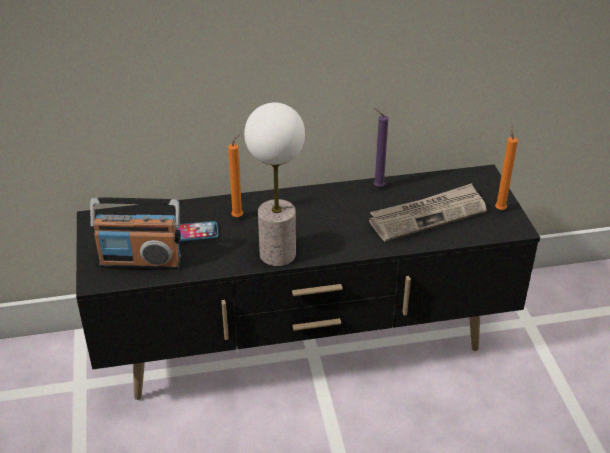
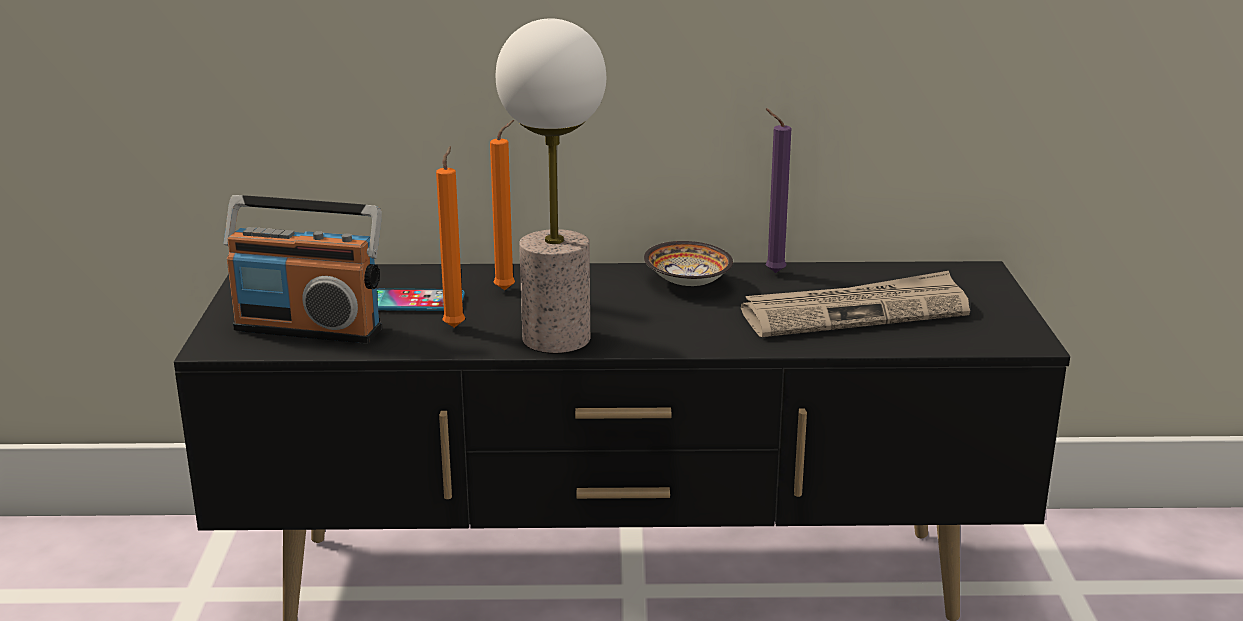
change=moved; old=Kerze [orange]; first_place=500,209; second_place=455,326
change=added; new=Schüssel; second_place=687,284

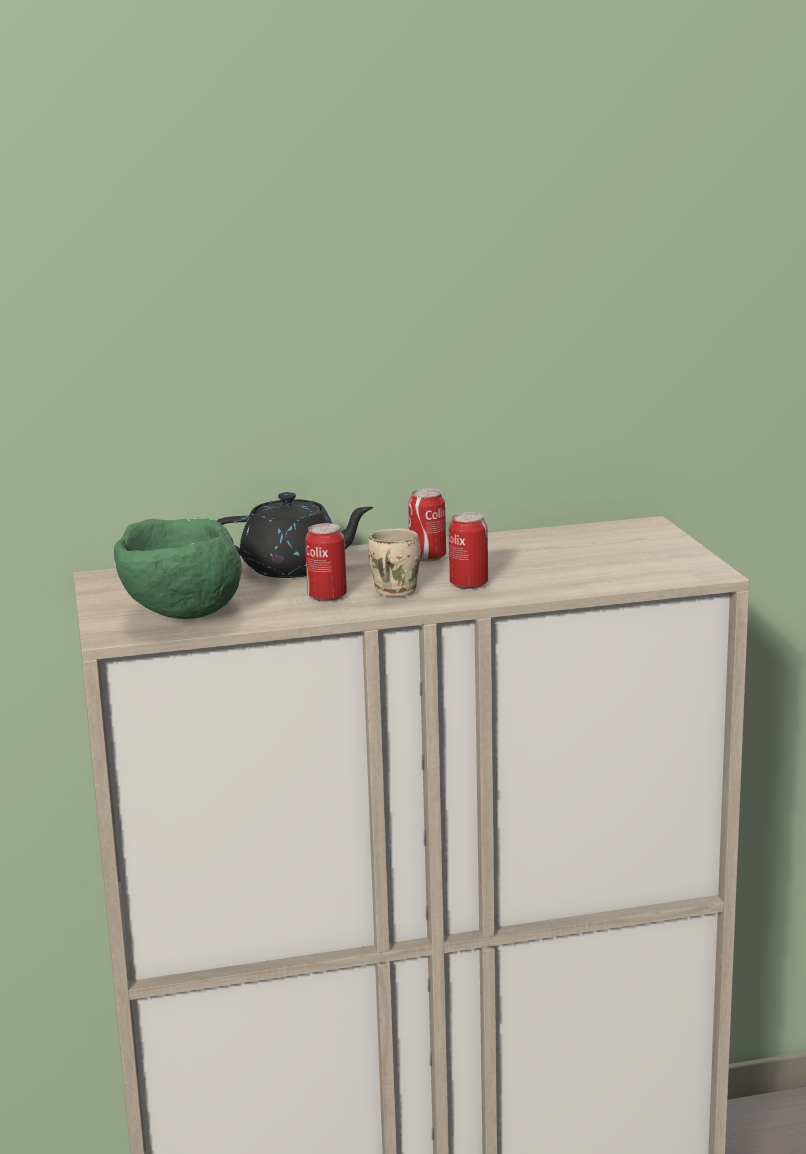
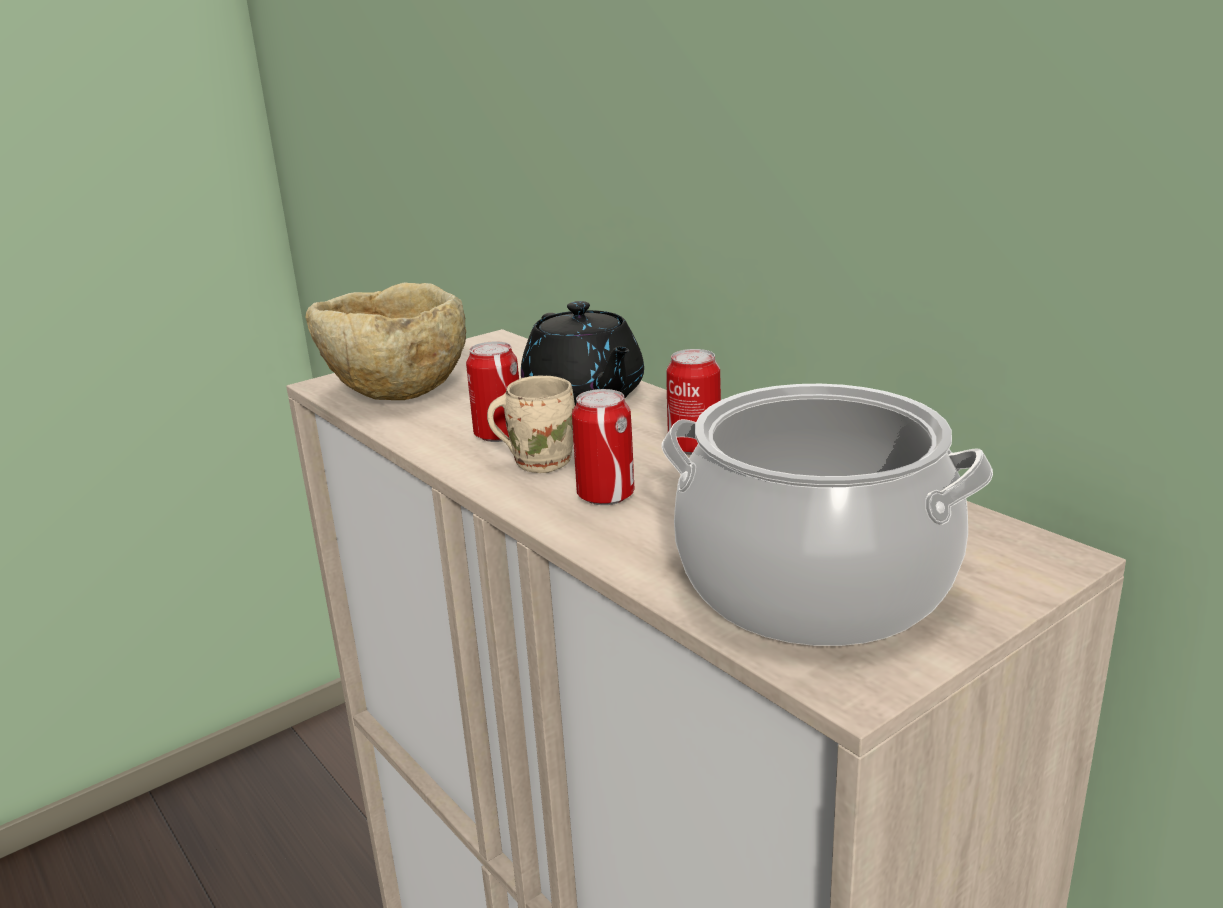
change=recoloured; old=Schüssel [grün]; new=Schüssel [beige]; first_place=182,616; second_place=396,393
change=added; new=Kochtopf; second_place=813,585

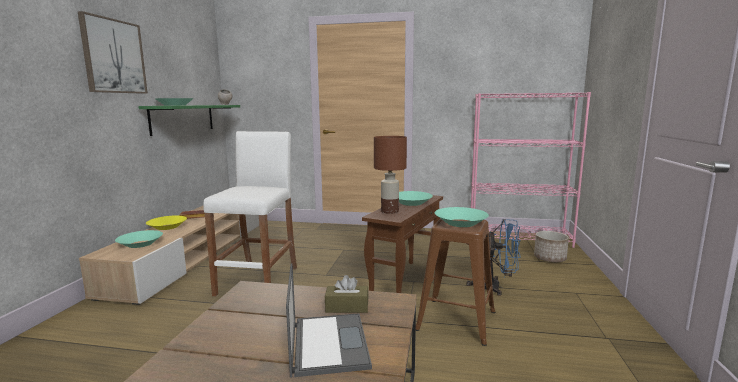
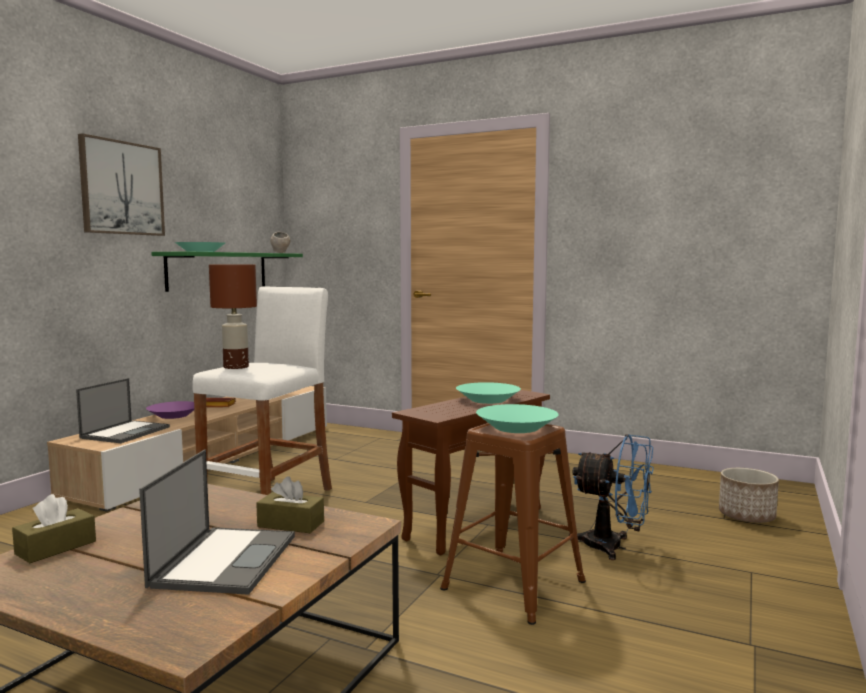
change=removed; old=Bücherregal [rosa]; first_place=519,238
change=moved; old=Tischlampe [braun]; first_place=389,211; second_place=235,367
change=recoloured; old=Schüssel [gelb]; new=Schüssel [lila]; first_place=167,227; second_place=173,415
change=replaced; old=Schüssel [türkis]; new=Laptop; first_place=140,244; second_place=126,432
change=added; new=Taschentuchbox [braun]; second_place=56,547

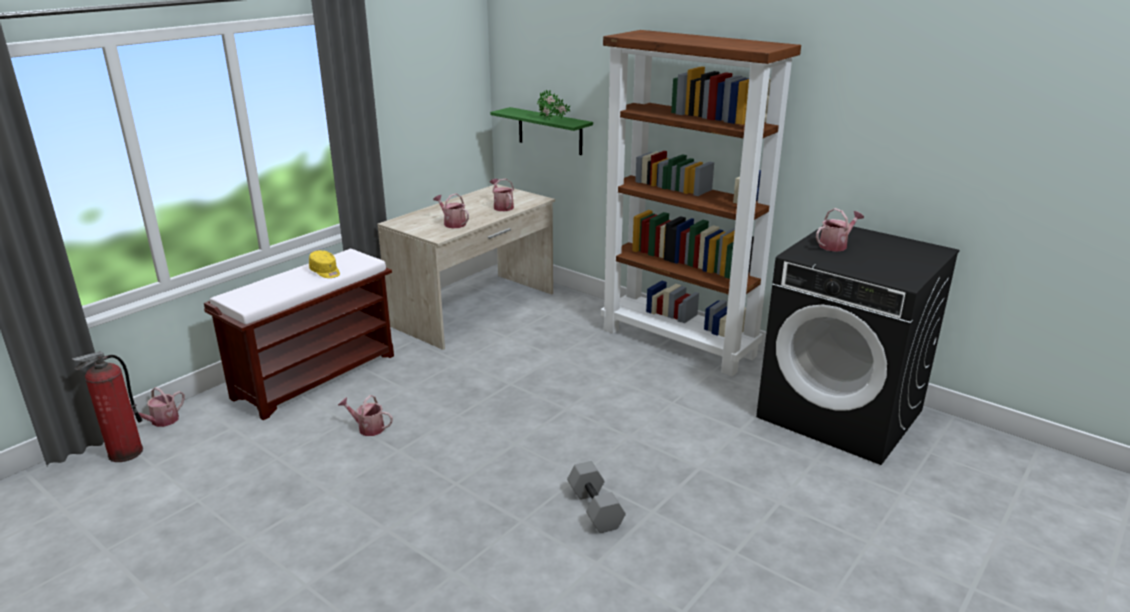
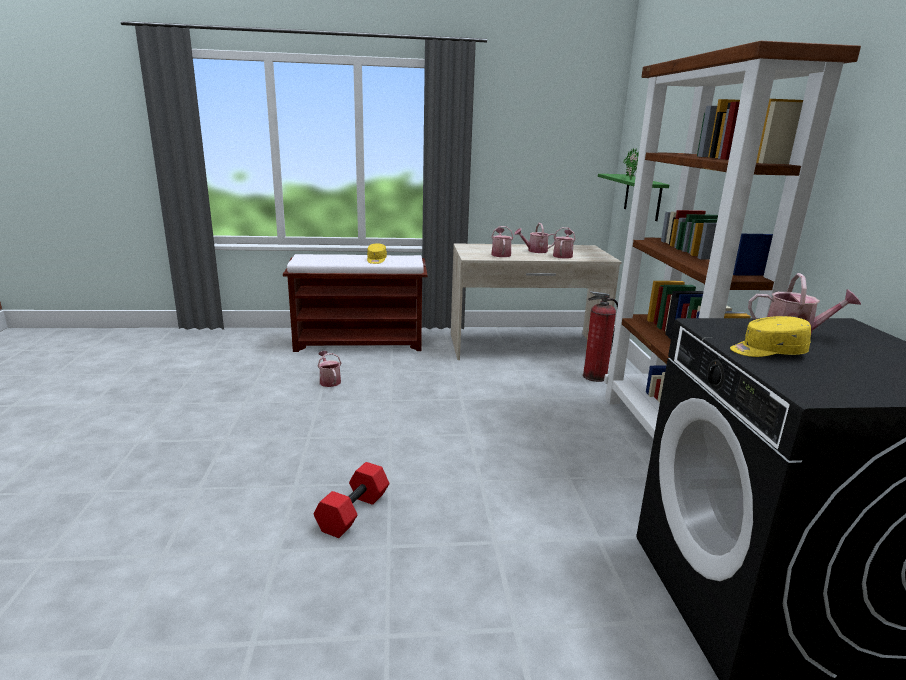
change=moved; old=Feuerlöscher; first_place=125,453; second_place=594,376
change=moved; old=Gießkanne; first_place=161,422; second_place=534,251
change=recoloured; old=Hantel [grau]; new=Hantel [rot]; first_place=596,509; second_place=354,513
change=added; new=Kappe [gelb]; second_place=767,352

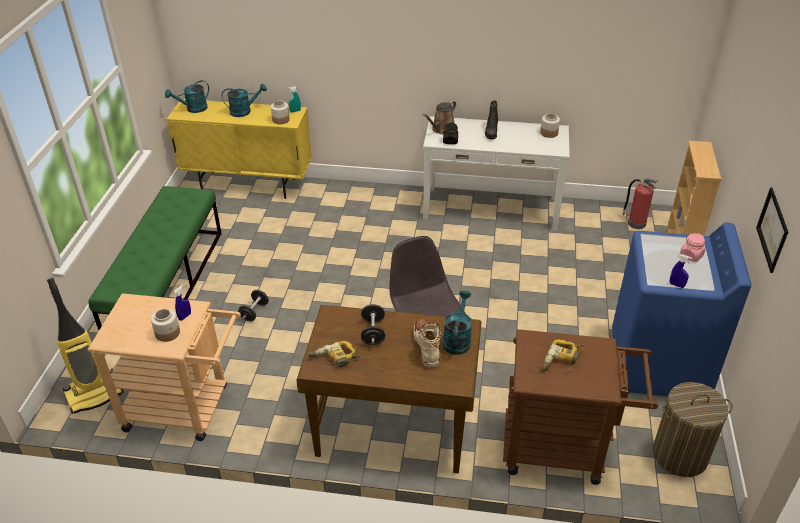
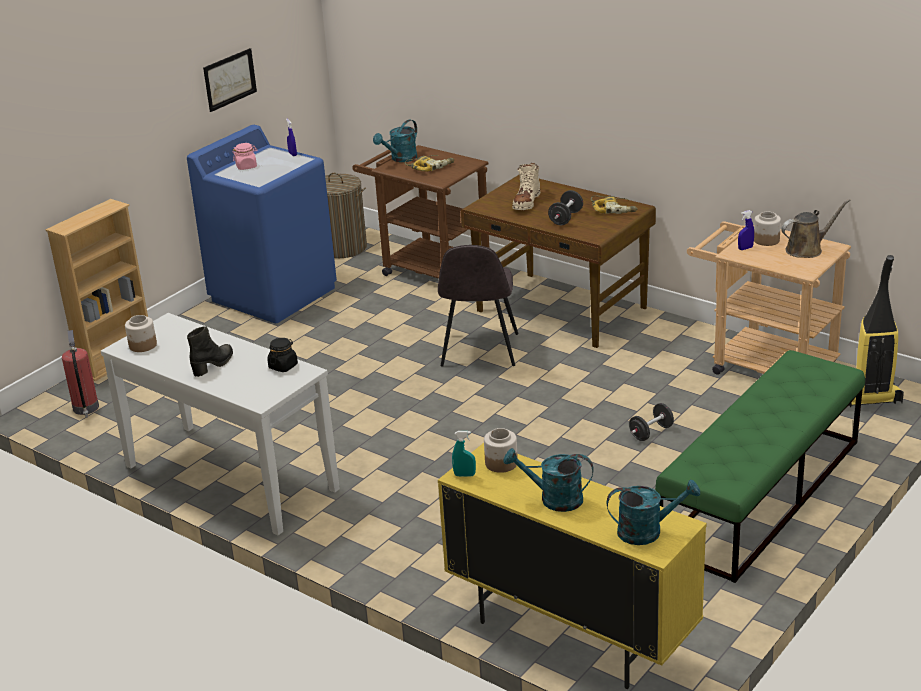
change=moved; old=Gießkanne [braun]; first_place=442,129; second_place=807,249
change=moved; old=Gießkanne [türkis]; first_place=457,339; second_place=400,159

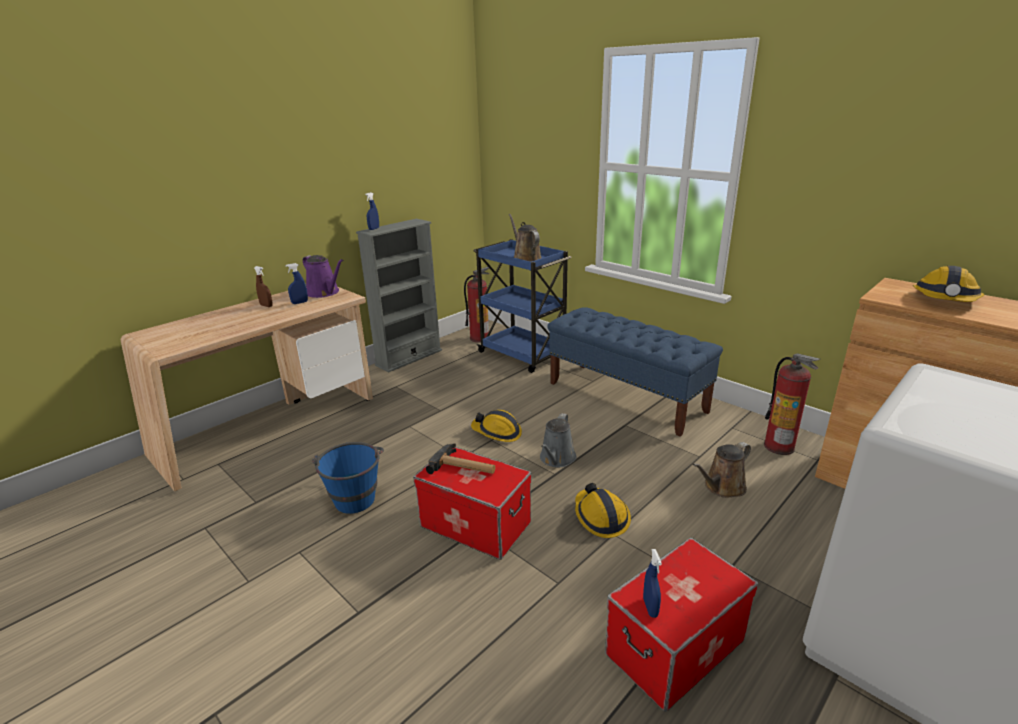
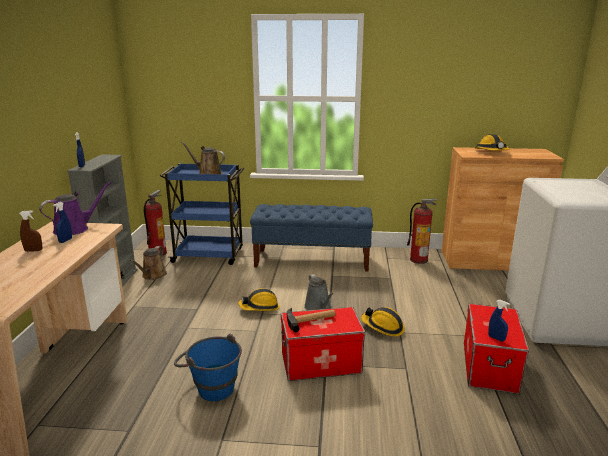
change=turned; old=Gießkanne [lila]; first_place=325,293; second_place=75,229; degrees=-45
change=moved; old=Gießkanne [braun]; first_place=722,487; second_place=153,275

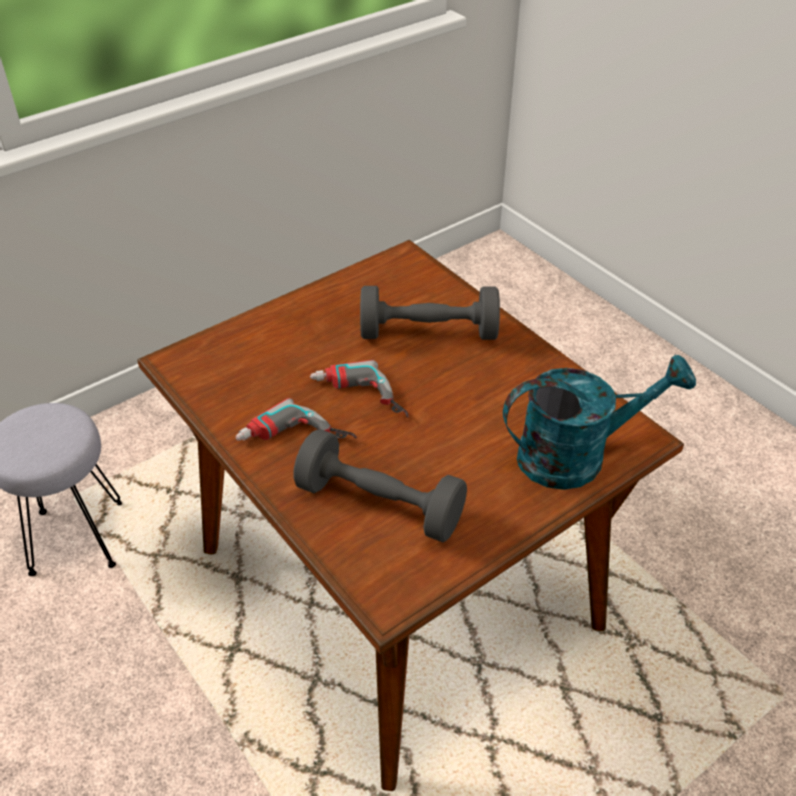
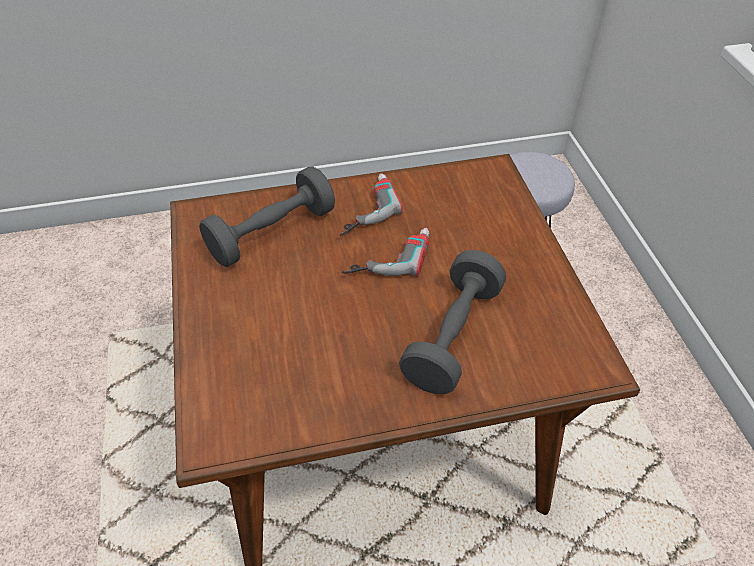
change=removed; old=Gießkanne [türkis]; first_place=576,455

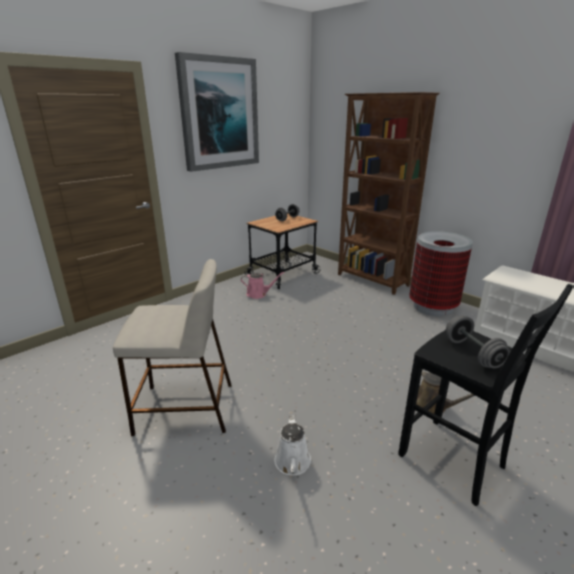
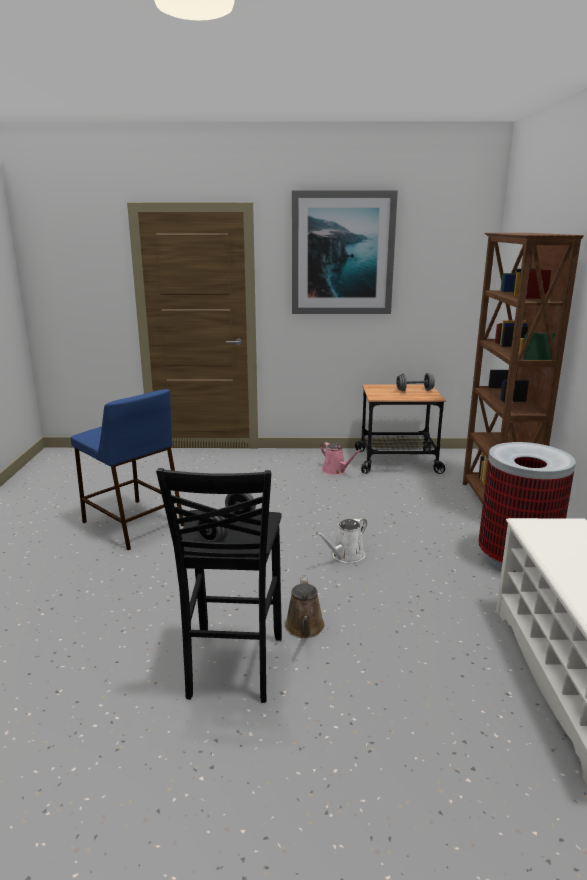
change=recoloured; old=Hocker [beige]; new=Hocker [blau]; first_place=183,408; second_place=132,523
change=moved; old=Gießkanne [weiß]; first_place=292,464; second_place=346,556

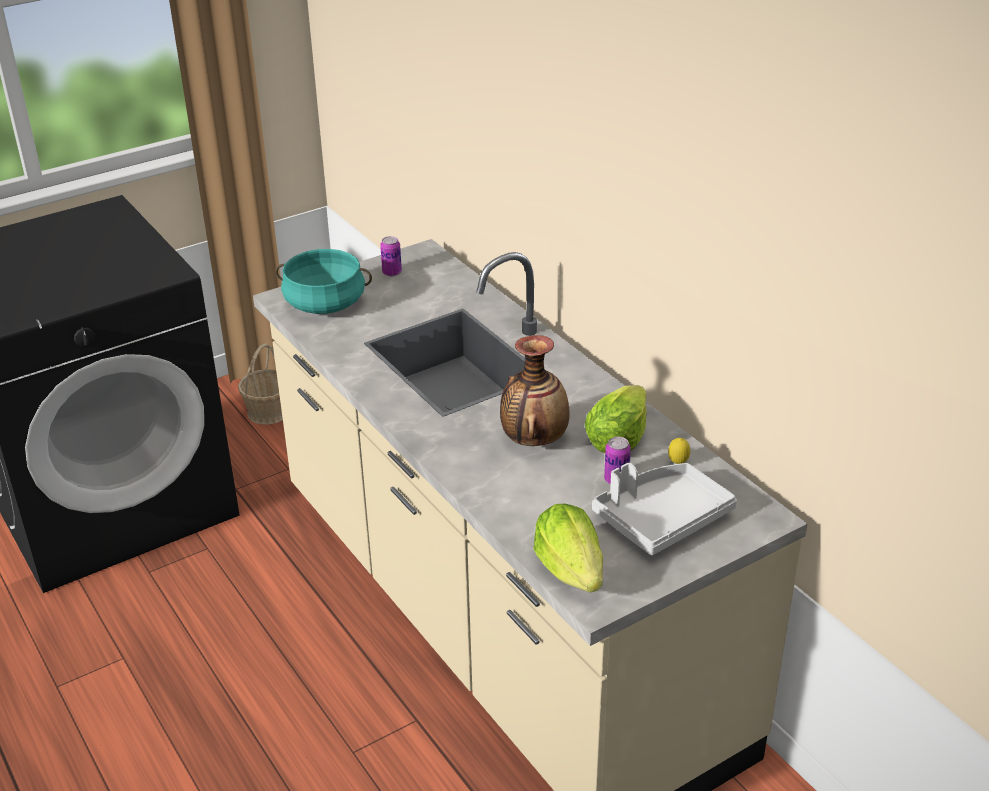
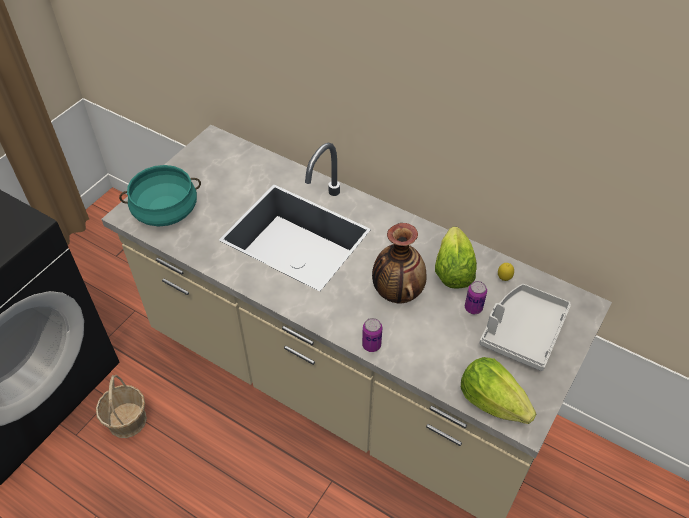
change=moved; old=Dose; first_place=392,272; second_place=371,345
change=moved; old=Korb; first_place=269,411; second_place=127,420

